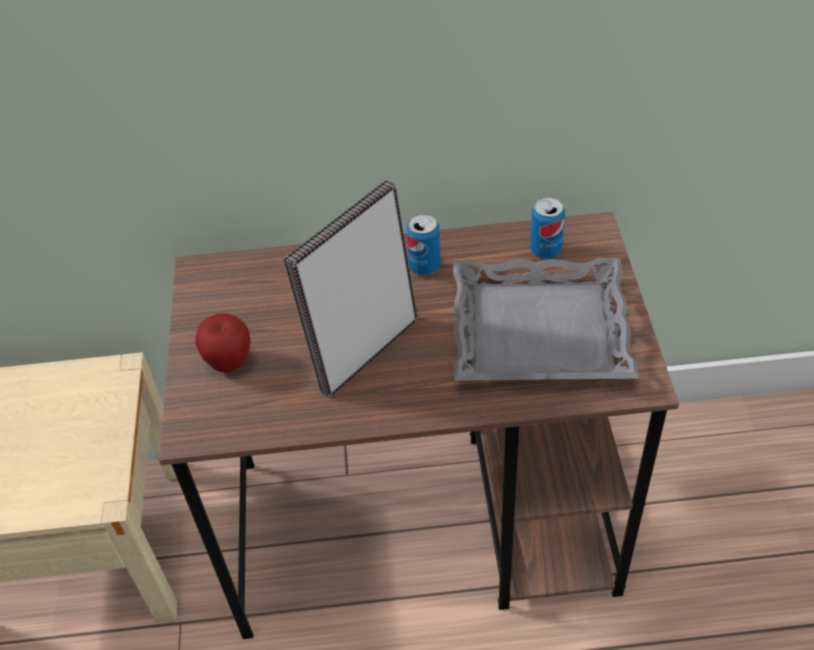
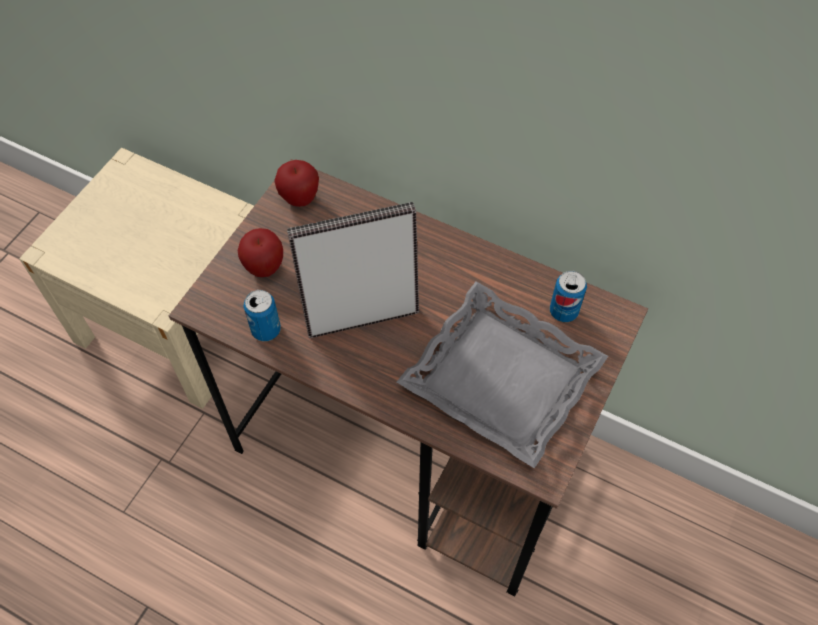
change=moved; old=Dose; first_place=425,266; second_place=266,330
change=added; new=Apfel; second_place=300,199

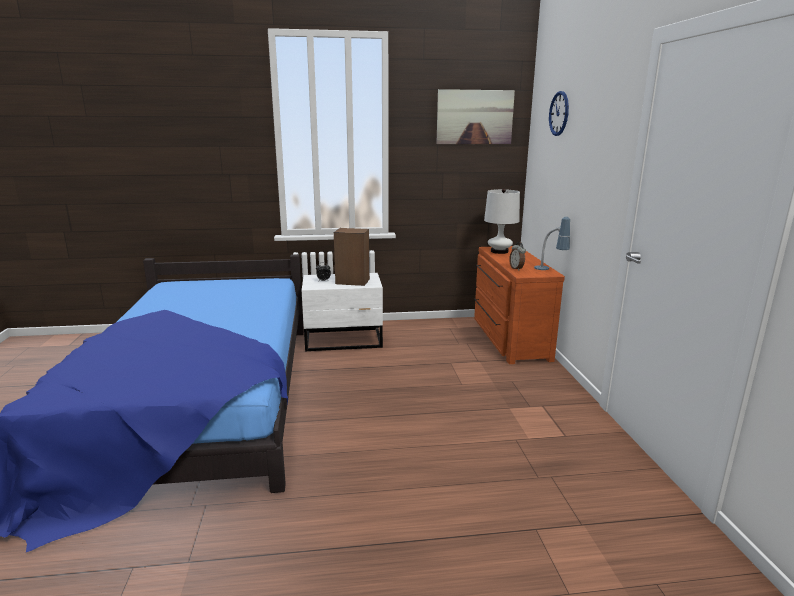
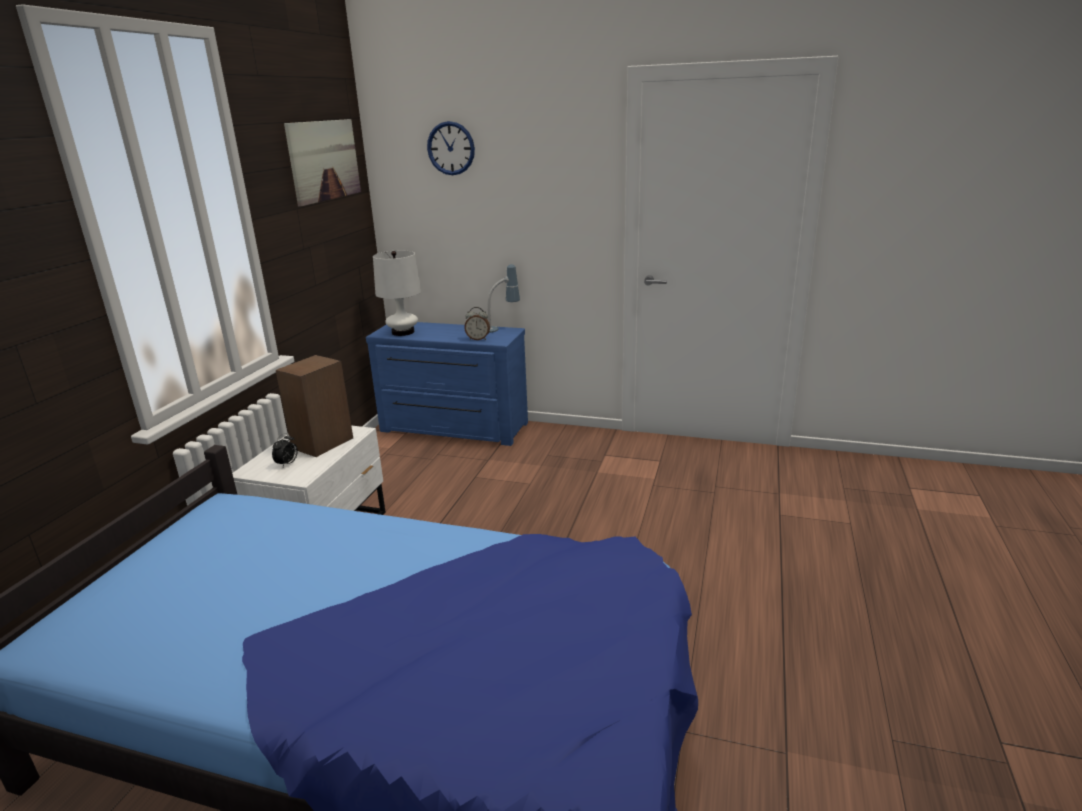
change=recoloured; old=Kommode [braun]; new=Kommode [blau]; first_place=508,338; second_place=453,428

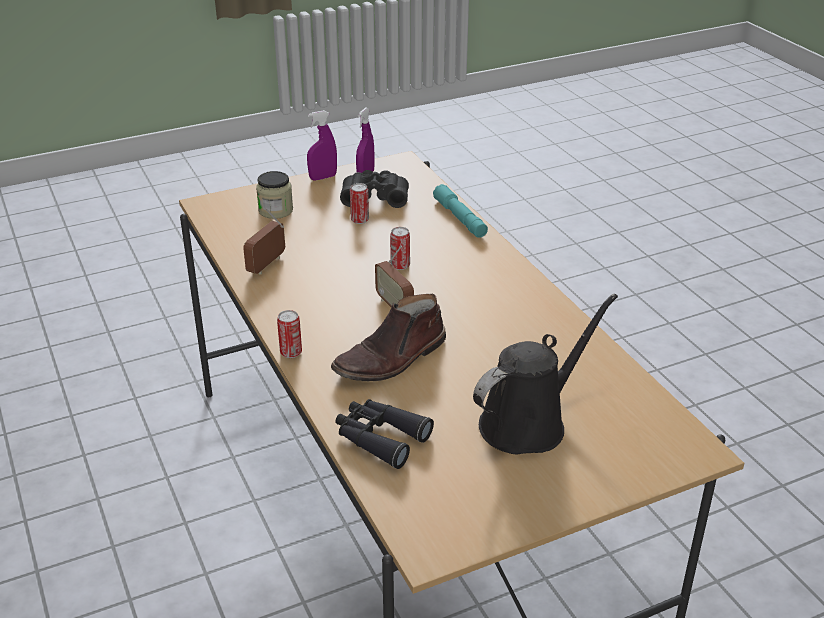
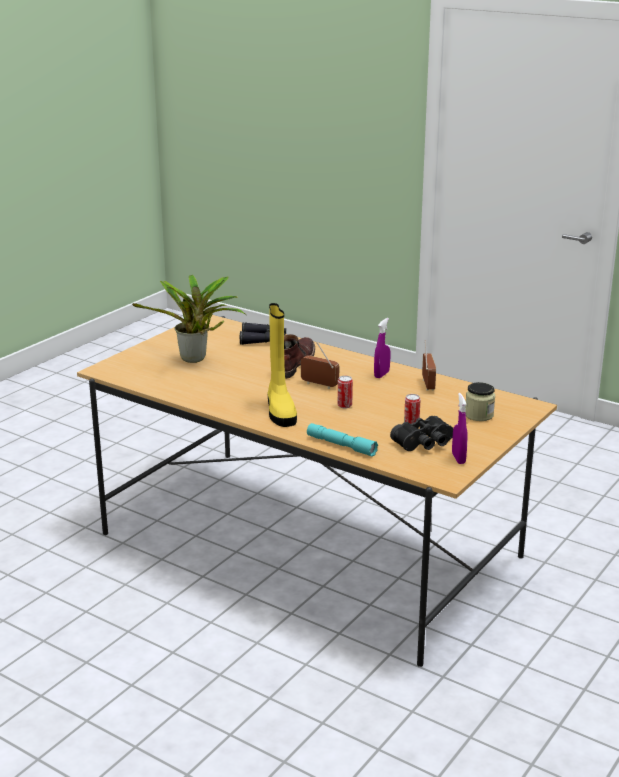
change=moved; old=Sprühflasche [lila]; first_place=323,177; second_place=381,374
change=replaced; old=Gießkanne [schwarz]; new=Topfpflanze; first_place=529,422; second_place=195,360
change=removed; old=Dose; first_place=291,352
change=added; new=Stiefel [gelb]; second_place=280,411

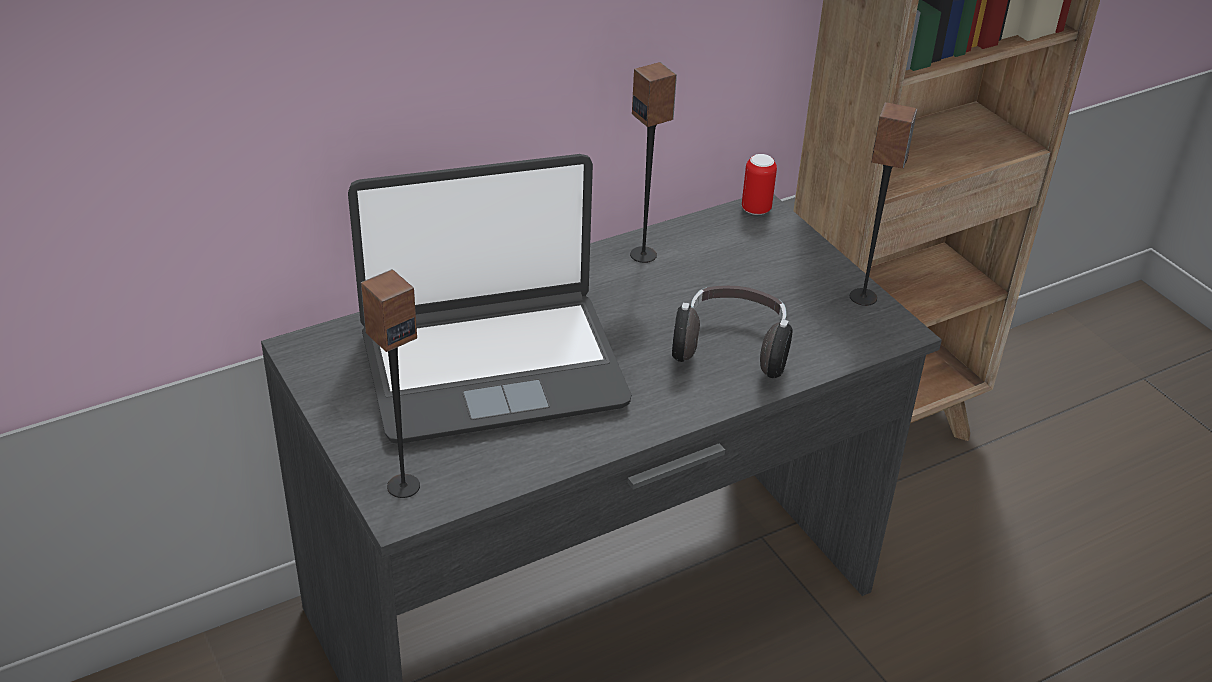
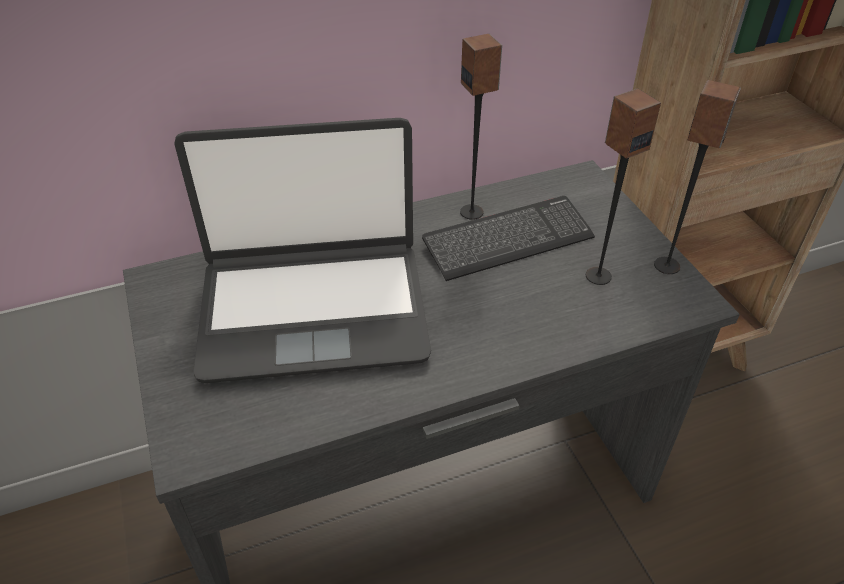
change=removed; old=Dose; first_place=756,209
change=moved; old=Lautsprecher; first_place=403,486; second_place=598,275
change=removed; old=Kopfhörer; first_place=732,348
change=added; new=Tastatur; second_place=508,240

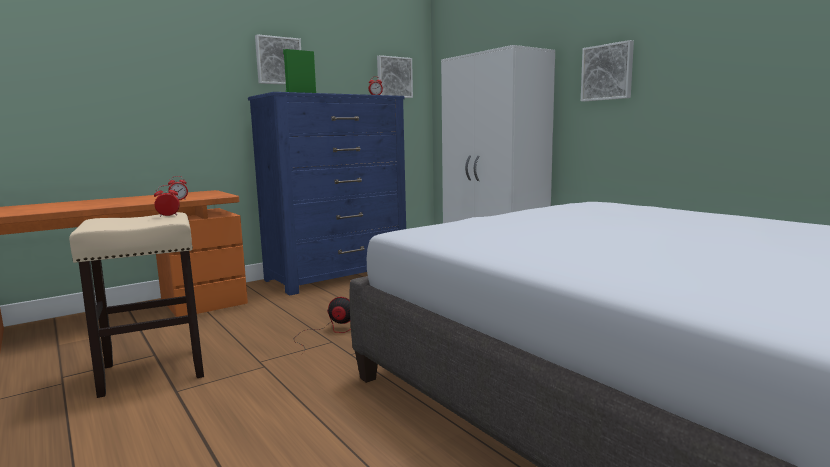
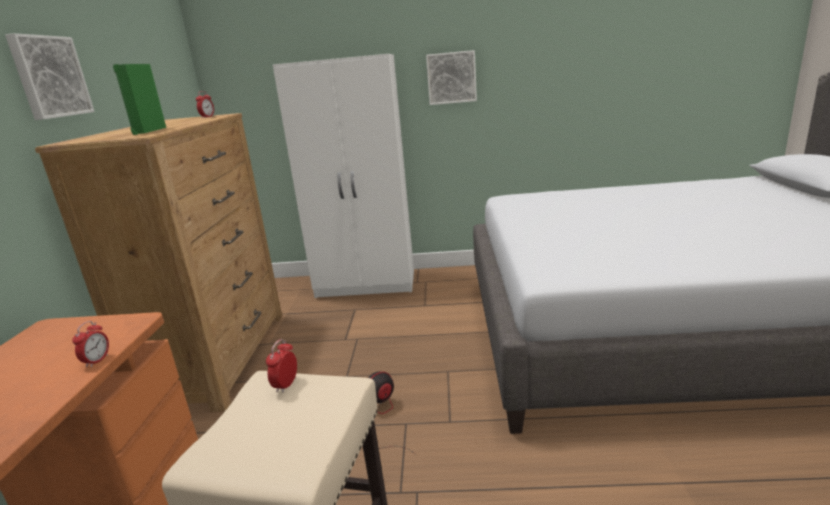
change=removed; old=Bild; first_place=394,77
change=recoloured; old=Kommode [blau]; new=Kommode [braun]; first_place=338,275; second_place=219,358

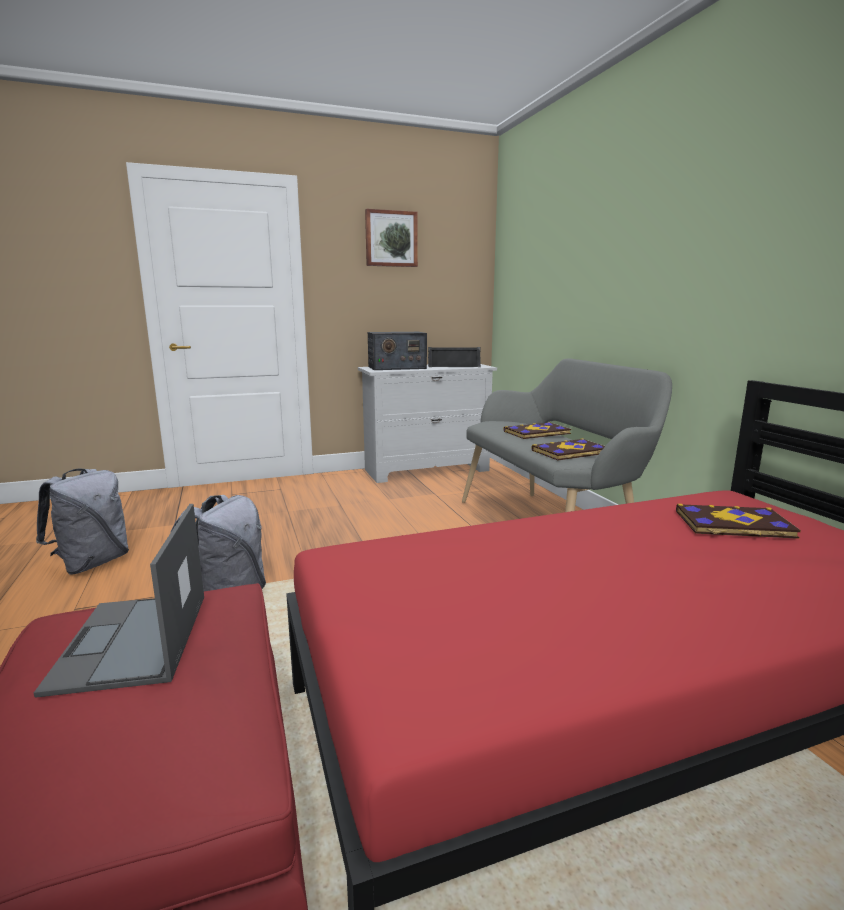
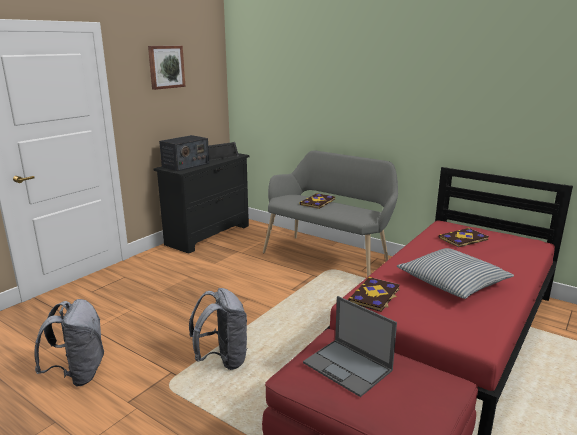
change=recoloured; old=Kommode [weiß]; new=Kommode [schwarz]; first_place=427,470; second_place=208,235
change=moved; old=Buch; first_place=571,452; second_place=375,296
change=added; new=Kissen; second_place=452,282

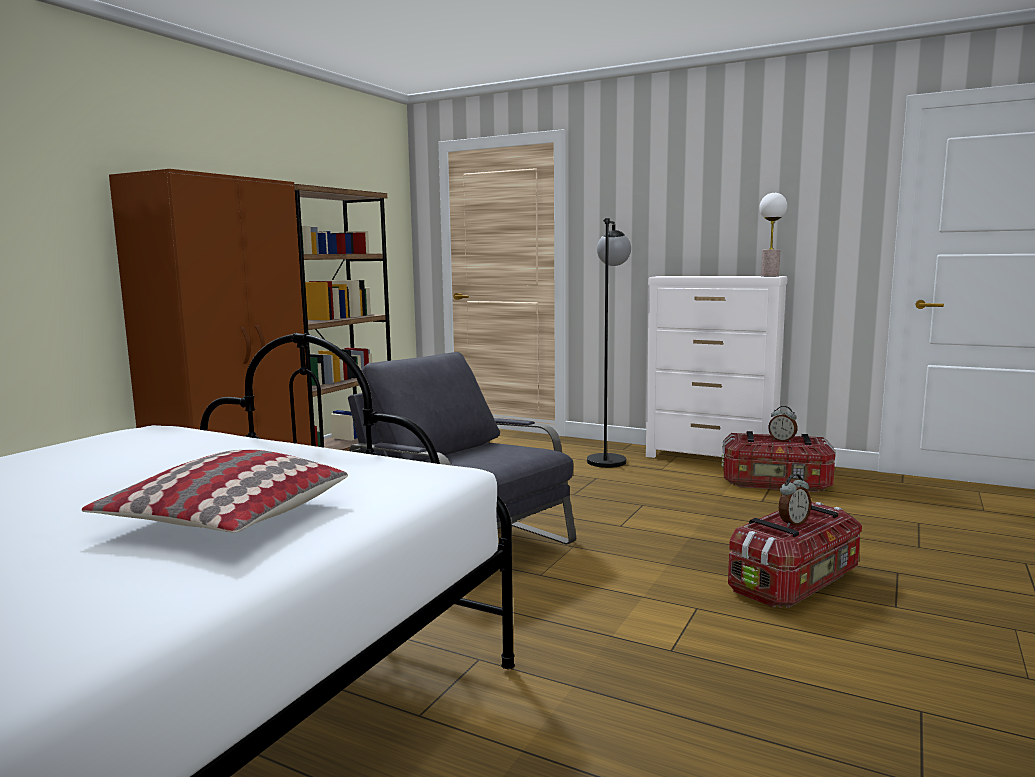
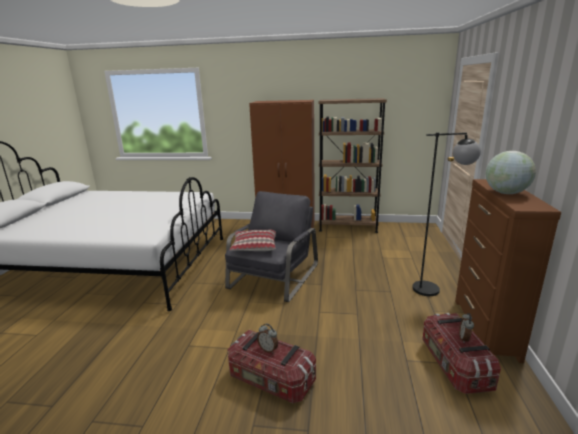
change=removed; old=Tischlampe; first_place=769,276
change=recoloured; old=Kommode [weiß]; new=Kommode [braun]; first_place=711,459; second_place=485,328
change=moved; old=Kissen; first_place=225,519; second_place=254,246
change=added; new=Globus; second_place=506,193

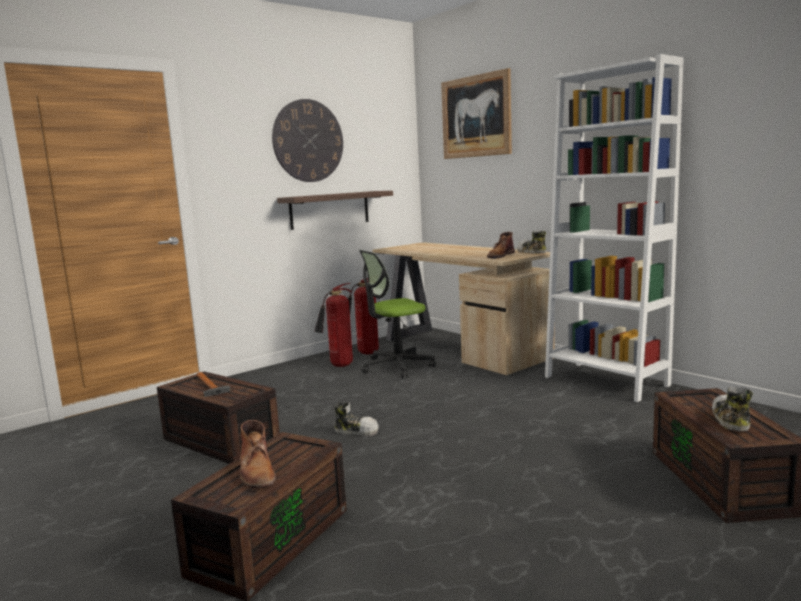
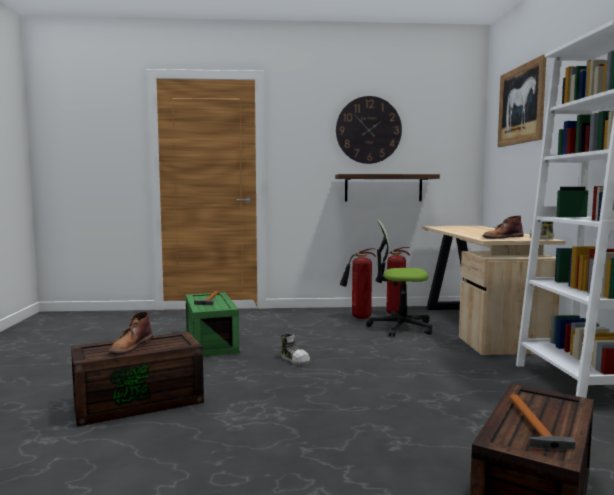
change=recoloured; old=Aufbewahrungsbox [braun]; new=Aufbewahrungsbox [grün]; first_place=218,441; second_place=209,342
change=replaced; old=Schuh; new=Hammer; first_place=730,420; second_place=533,425

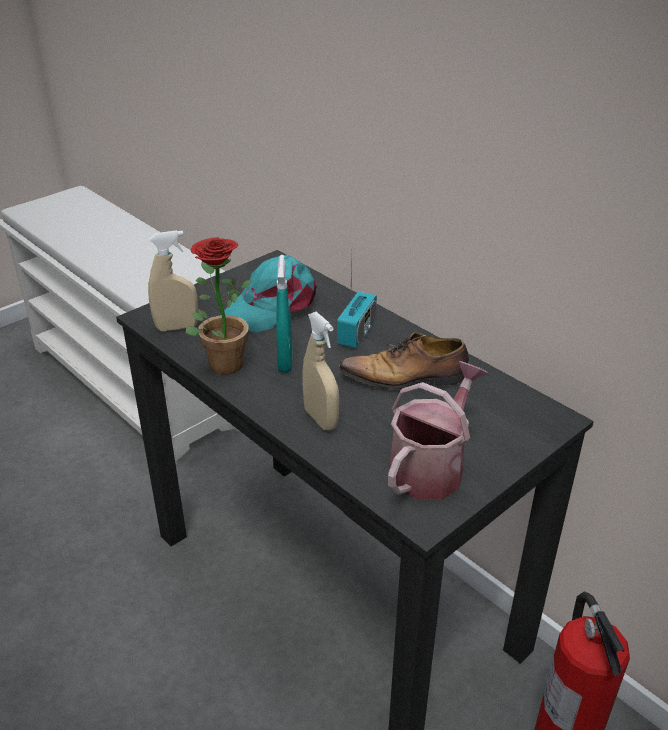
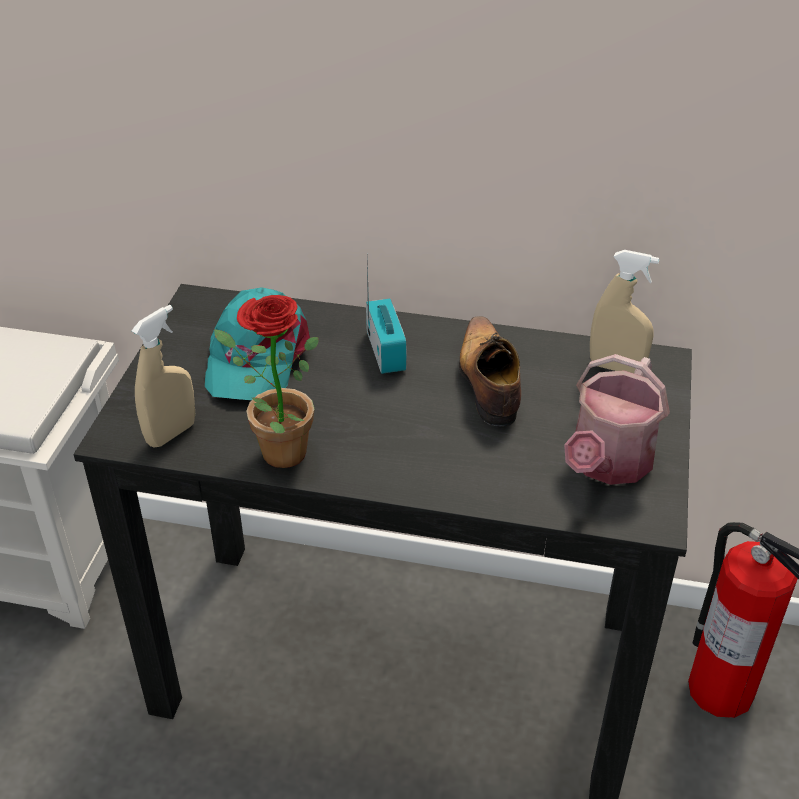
change=removed; old=Sprühflasche [türkis]; first_place=285,362
change=moved; old=Sprühflasche [beige]; first_place=321,419; second_place=616,367
change=turned; old=Schuh; first_place=406,378; second_place=488,381; degrees=120
change=turned; old=Gießkanne; first_place=431,466; second_place=607,464; degrees=-150

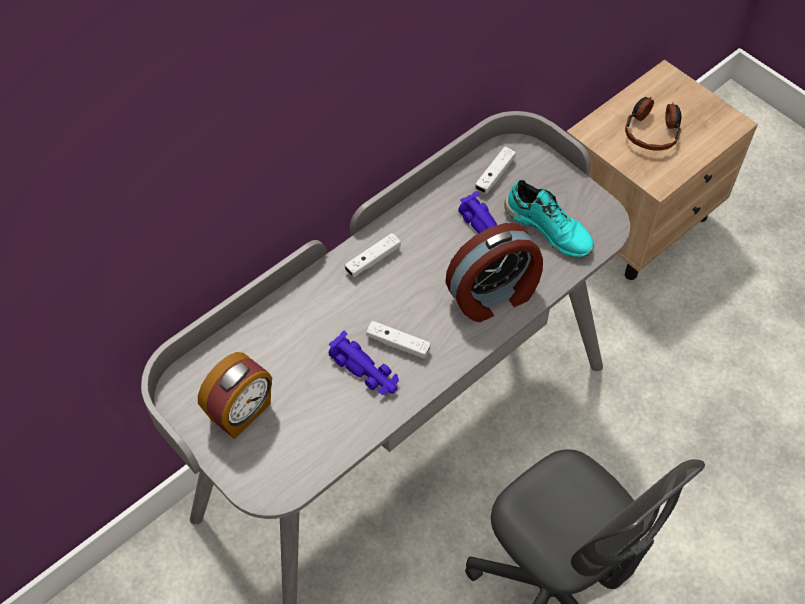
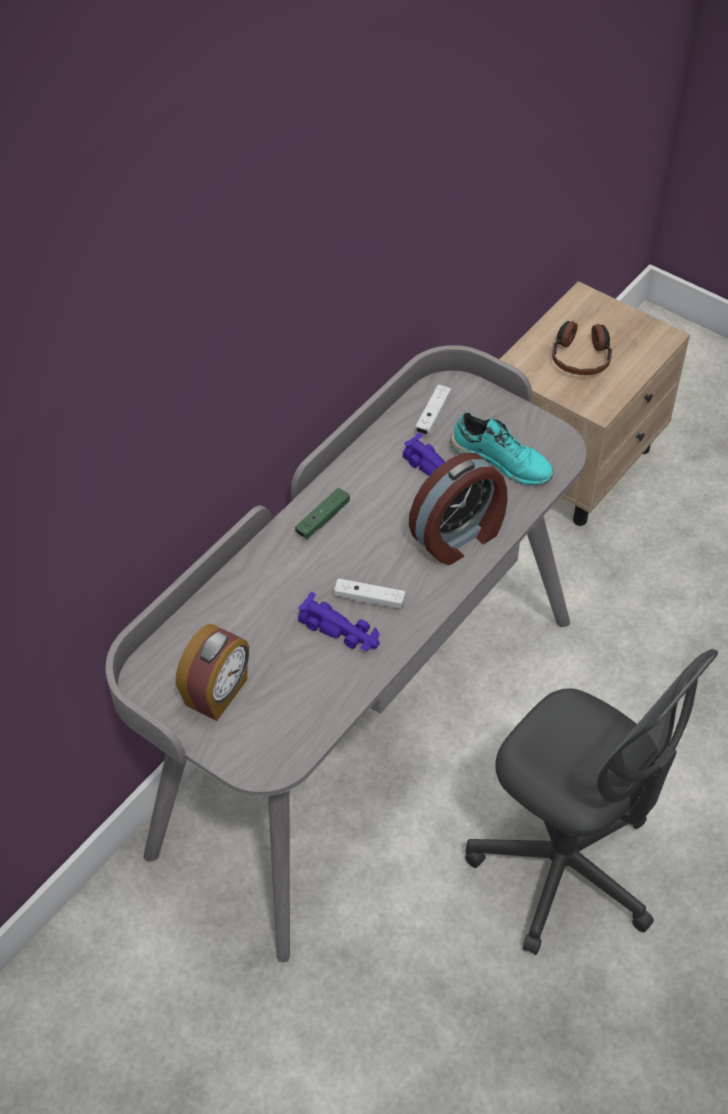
change=recoloured; old=Gamepad [weiß]; new=Gamepad [grün]; first_place=373,260; second_place=323,519

